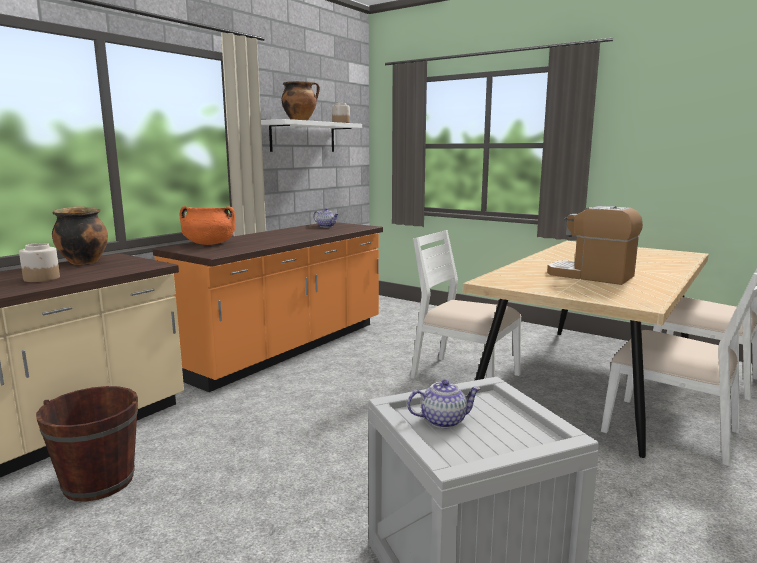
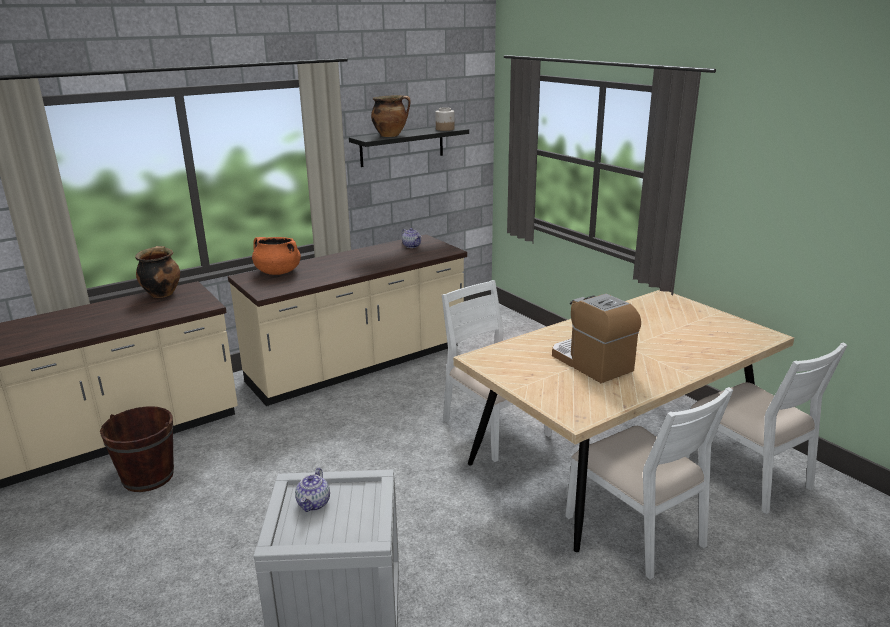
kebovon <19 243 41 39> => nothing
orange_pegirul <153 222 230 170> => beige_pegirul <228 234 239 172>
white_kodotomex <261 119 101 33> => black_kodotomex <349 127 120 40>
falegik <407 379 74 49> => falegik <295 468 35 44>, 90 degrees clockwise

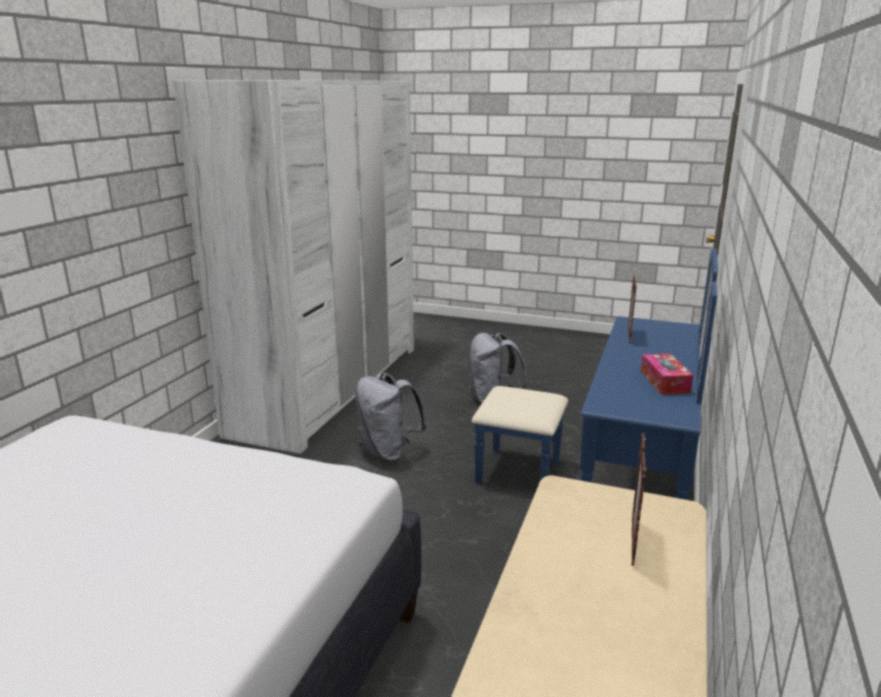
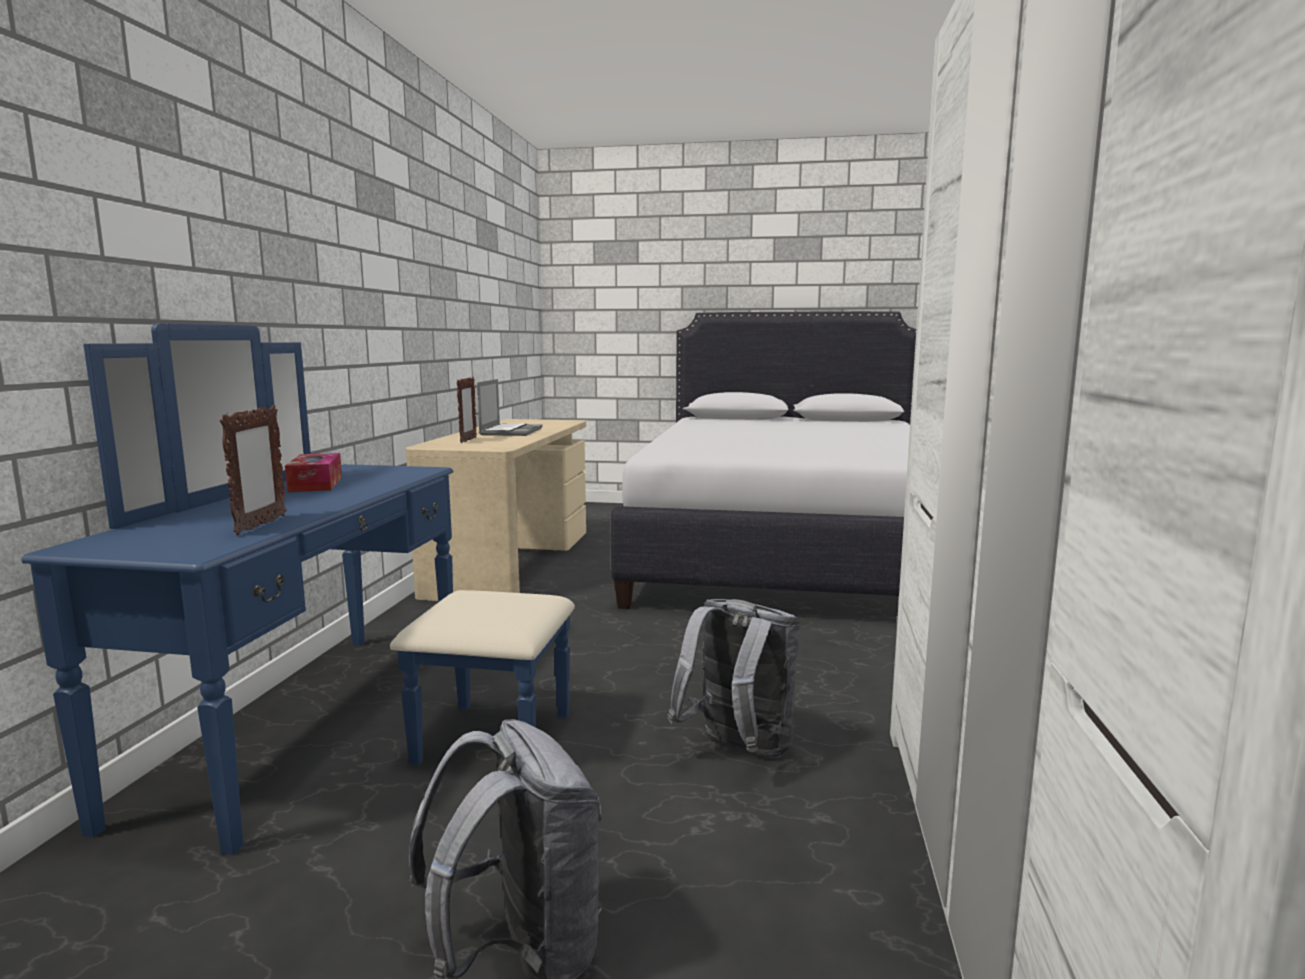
nothing => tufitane <477 379 66 57>

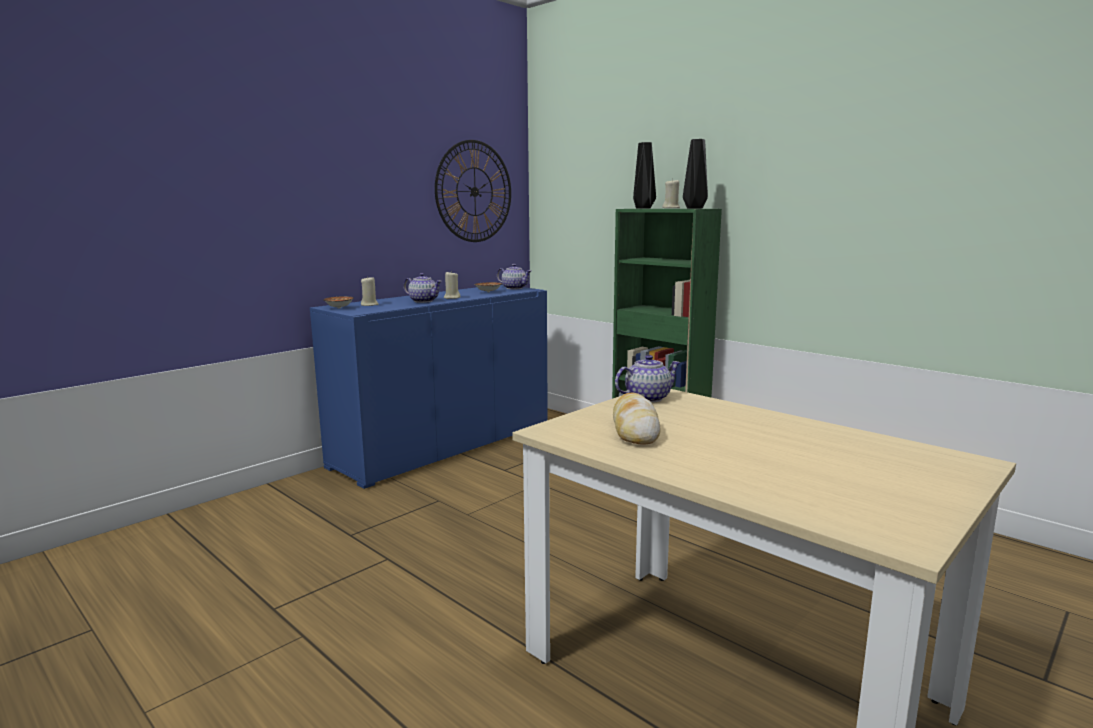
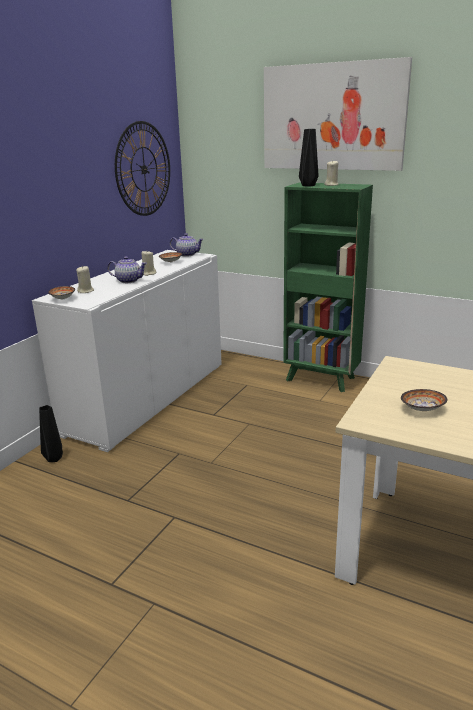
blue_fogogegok <310 285 238 204> => white_fogogegok <32 250 190 202>
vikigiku <613 393 47 52> => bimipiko <401 389 46 22>
falegik <615 355 66 48> => nothing
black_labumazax <683 139 25 70> => black_labumazax <39 405 24 57>, relocated
nothing => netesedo <264 57 148 114>

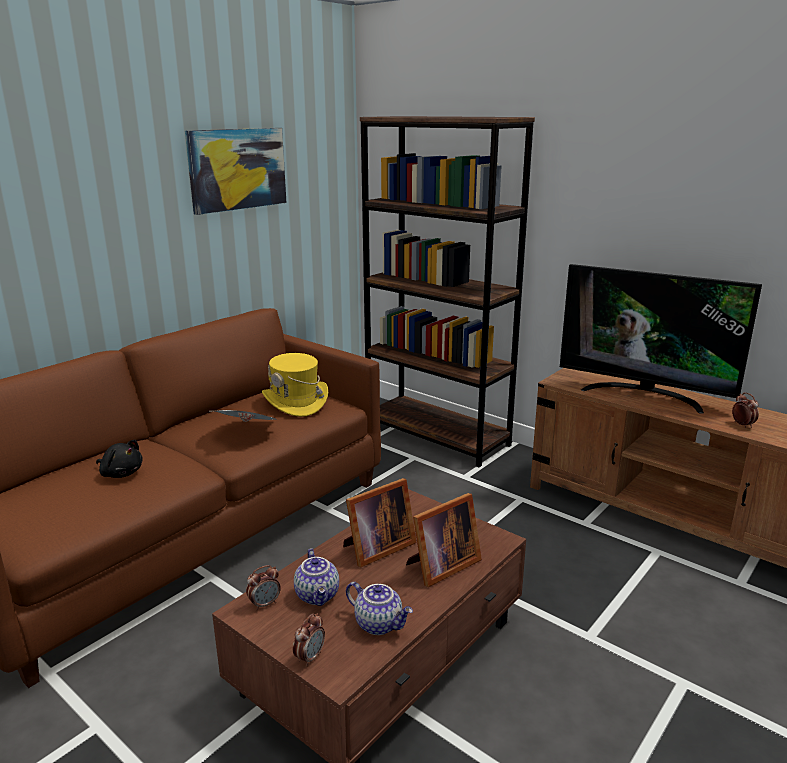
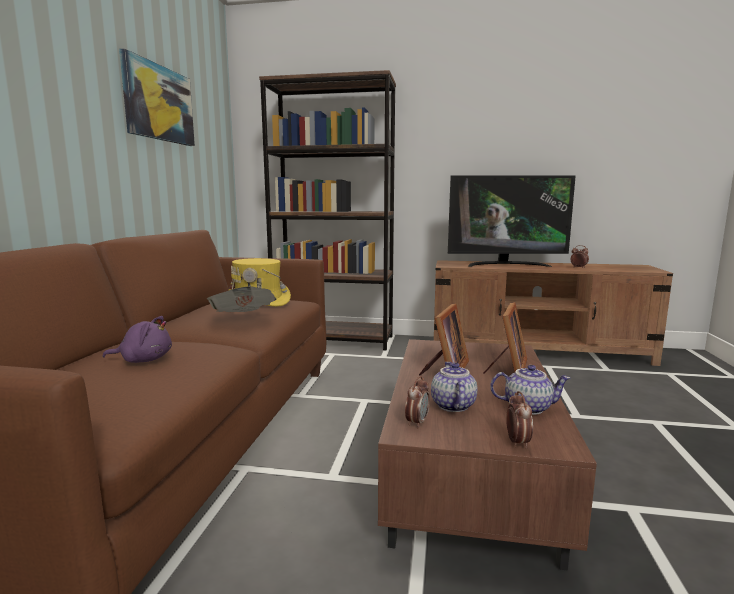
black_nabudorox <96 440 47 38> => purple_nabudorox <103 316 69 47>
falegik <294 548 45 58> => falegik <431 362 46 50>, 135 degrees counterclockwise

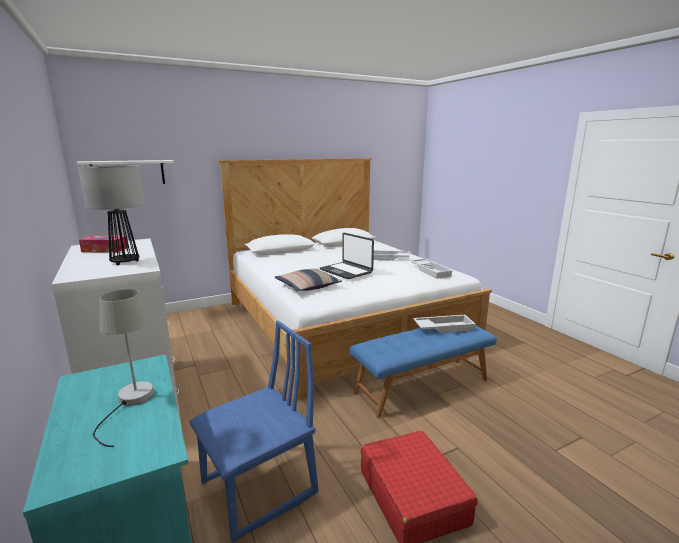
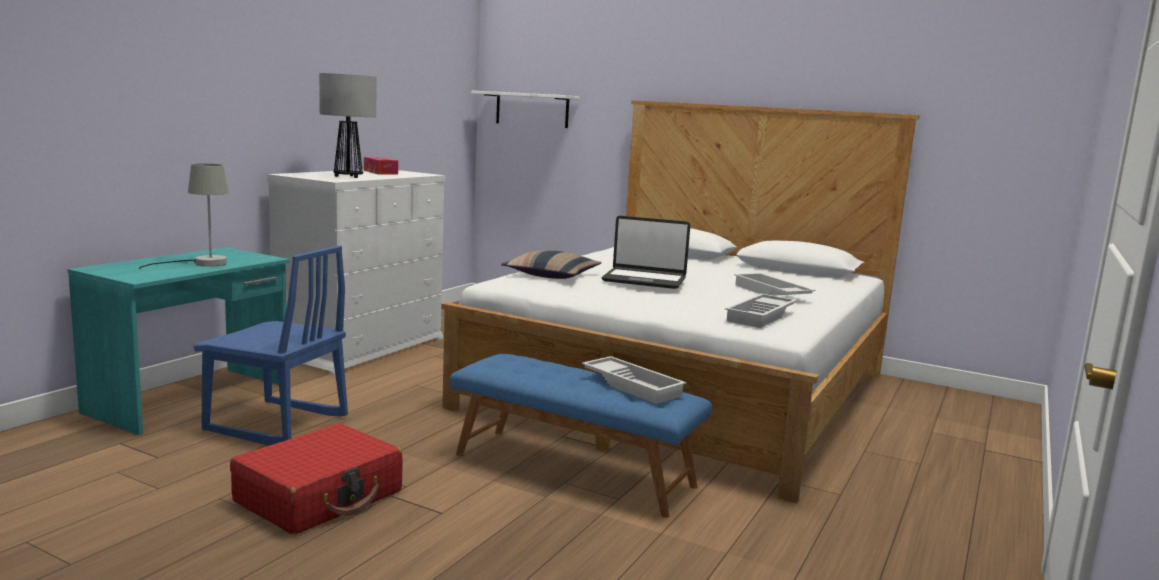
tufitane <320 233 54 46> => tufitane <601 216 89 73>, 90 degrees counterclockwise

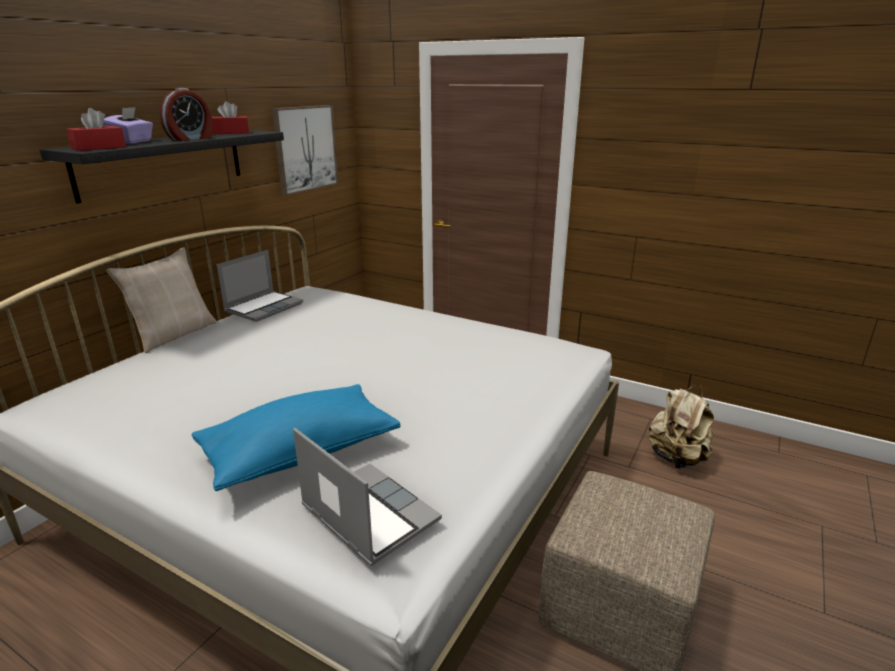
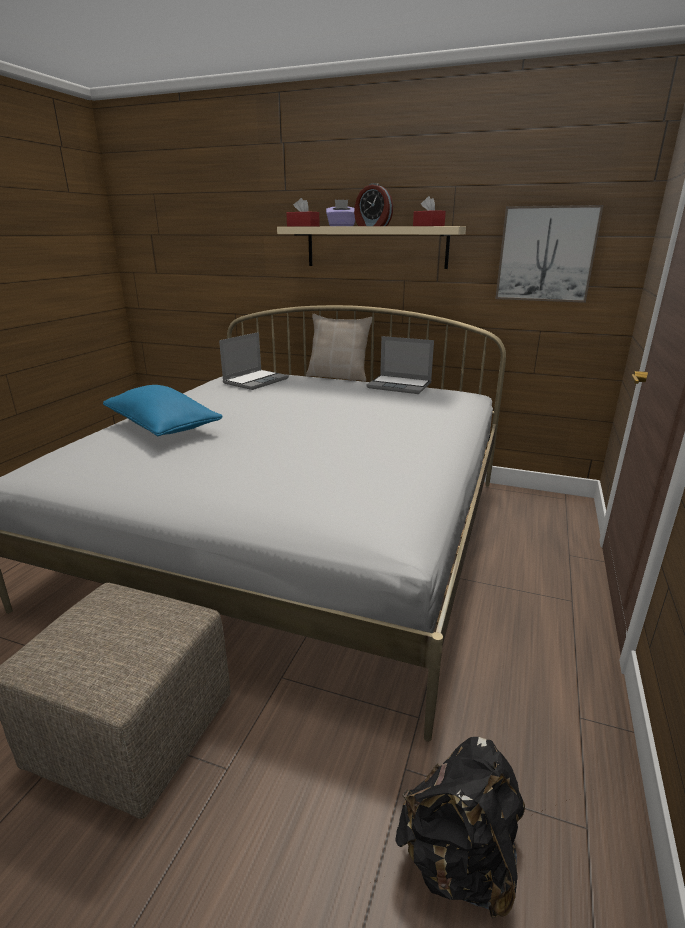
black_kodotomex <40 130 244 74> => beige_kodotomex <277 226 189 43>
tufitane <293 428 149 138> => tufitane <219 332 70 58>, relocated
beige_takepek <648 385 66 84> => black_takepek <395 737 130 181>

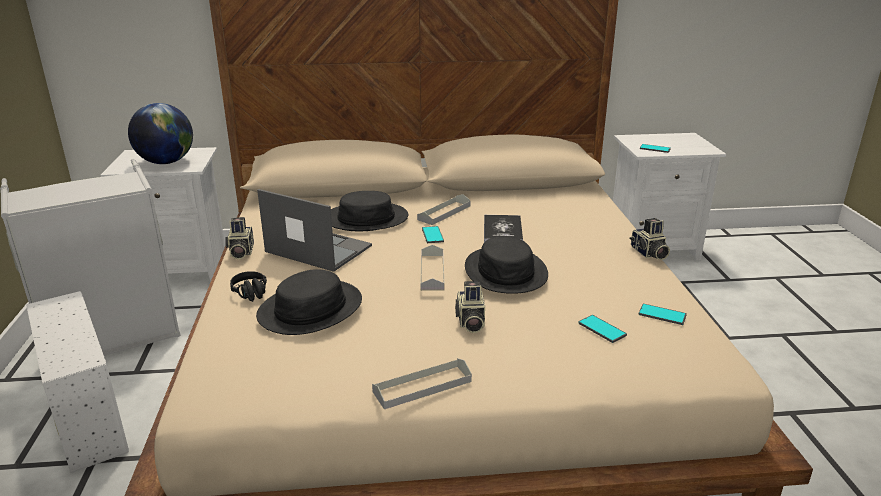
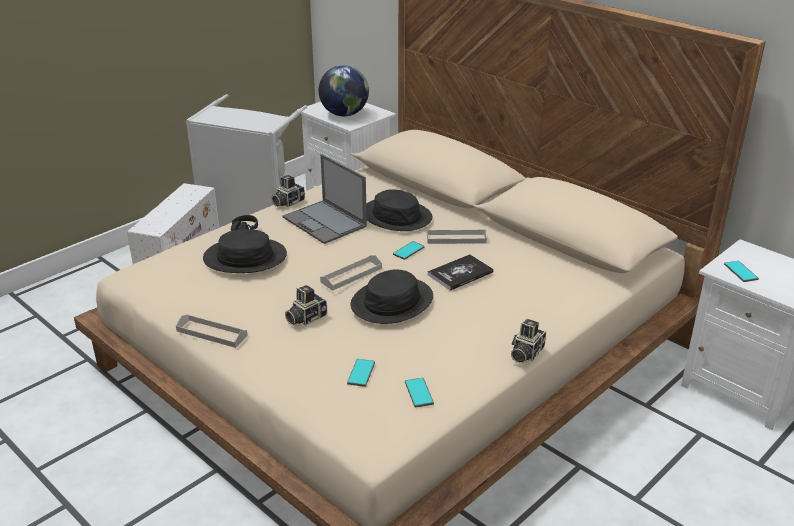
tufitane <257 189 115 83> => tufitane <283 154 84 90>, 150 degrees clockwise

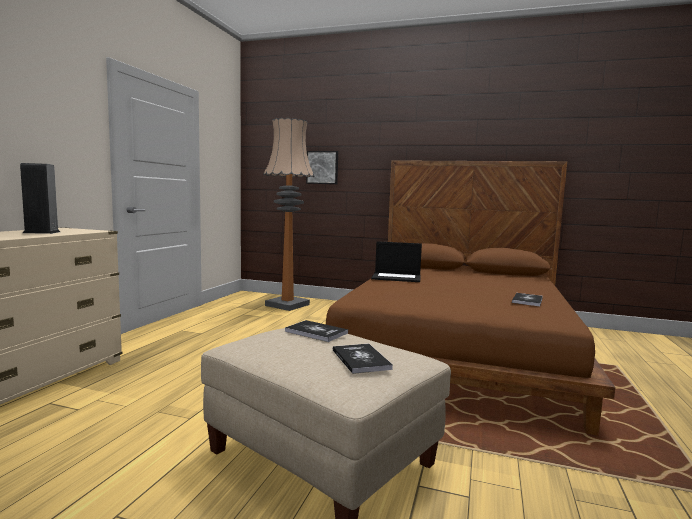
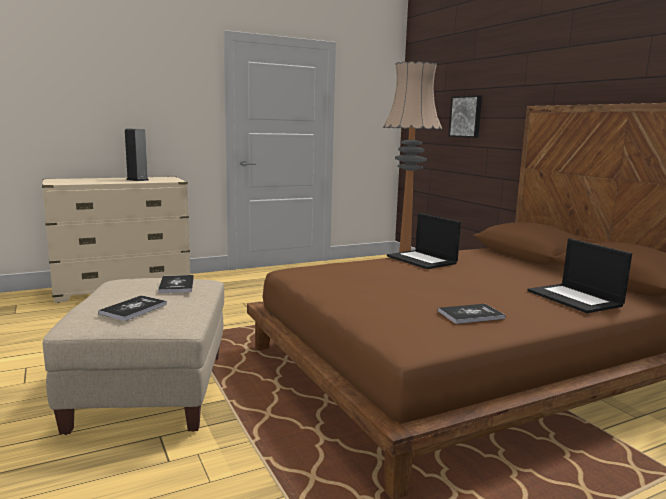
nothing => tufitane <527 238 105 75>

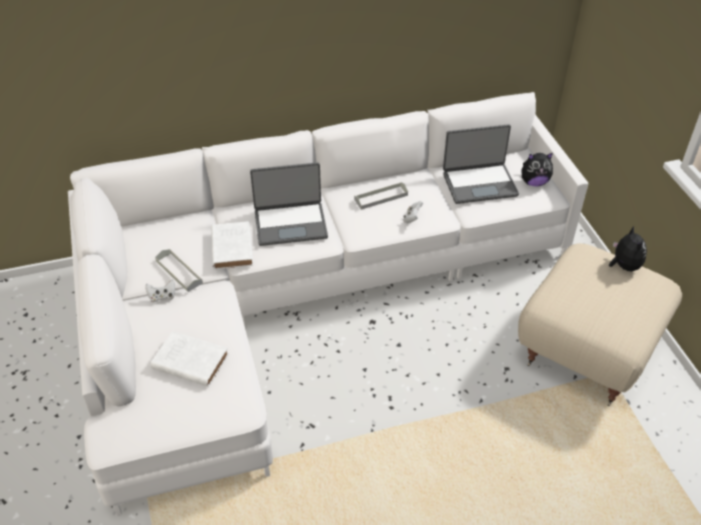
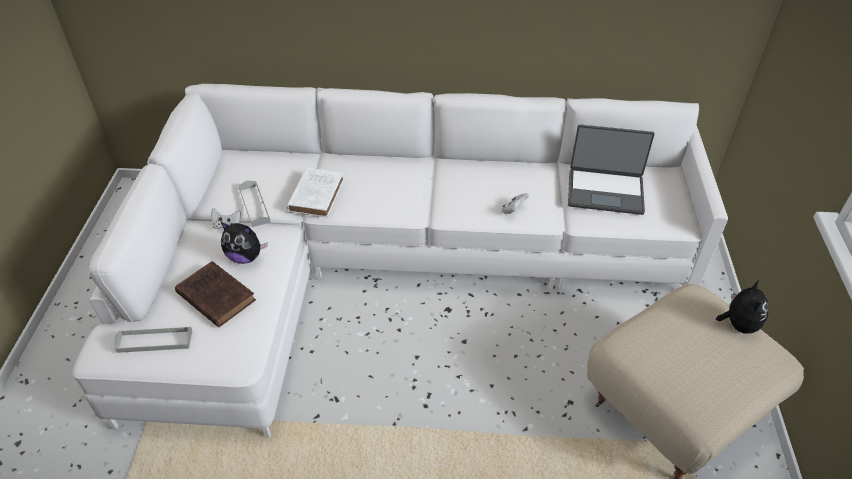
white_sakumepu <151 331 78 56> => brown_sakumepu <175 261 81 66>
tufitane <250 162 78 84> => nothing
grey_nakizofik <354 182 54 28> => grey_nakizofik <115 326 77 27>, relocated
nabudorox <522 153 31 33> => nabudorox <221 222 46 42>, relocated

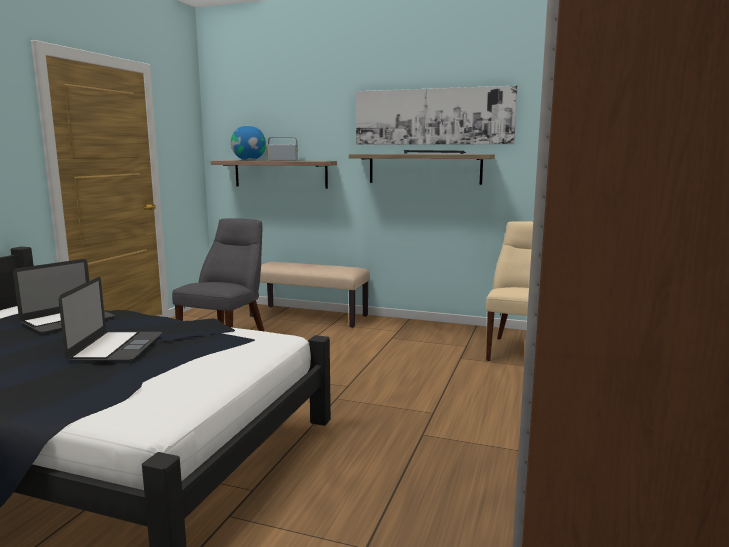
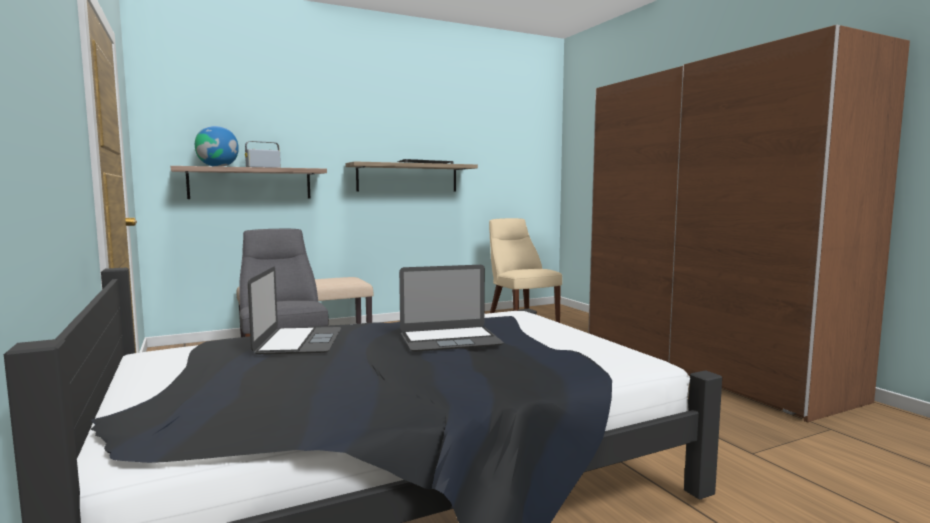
tufitane <58 277 104 84> => tufitane <399 265 105 87>, 120 degrees clockwise
netesedo <356 86 162 59> => nothing

